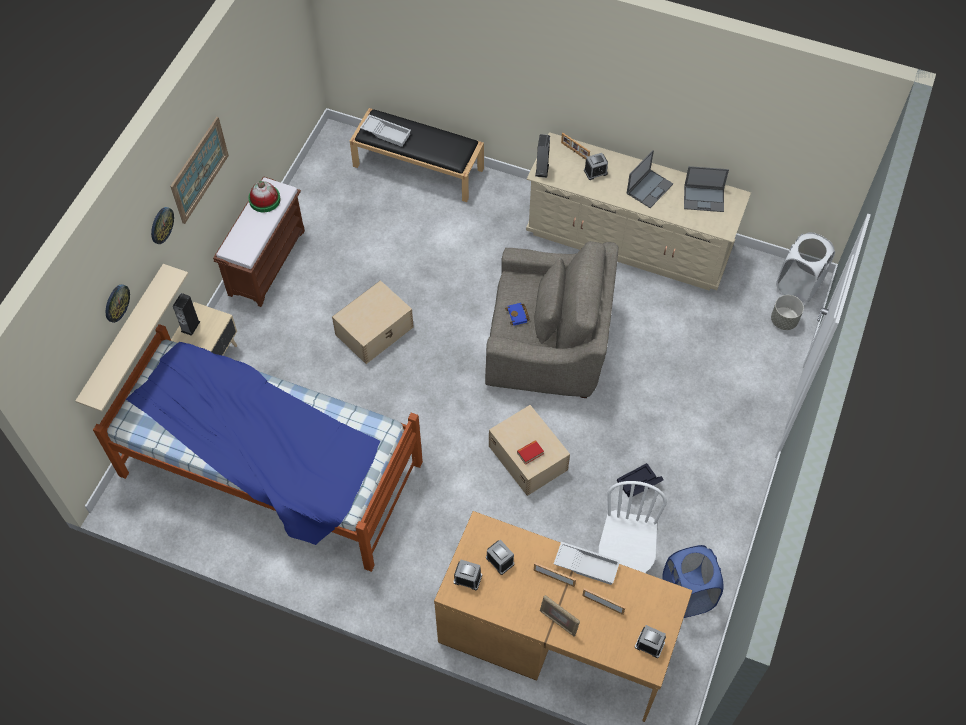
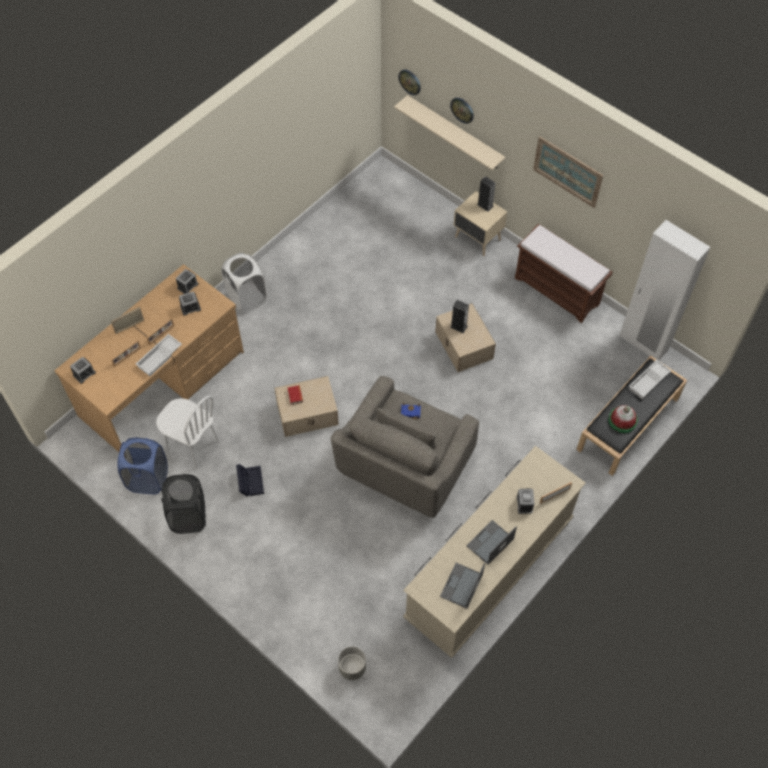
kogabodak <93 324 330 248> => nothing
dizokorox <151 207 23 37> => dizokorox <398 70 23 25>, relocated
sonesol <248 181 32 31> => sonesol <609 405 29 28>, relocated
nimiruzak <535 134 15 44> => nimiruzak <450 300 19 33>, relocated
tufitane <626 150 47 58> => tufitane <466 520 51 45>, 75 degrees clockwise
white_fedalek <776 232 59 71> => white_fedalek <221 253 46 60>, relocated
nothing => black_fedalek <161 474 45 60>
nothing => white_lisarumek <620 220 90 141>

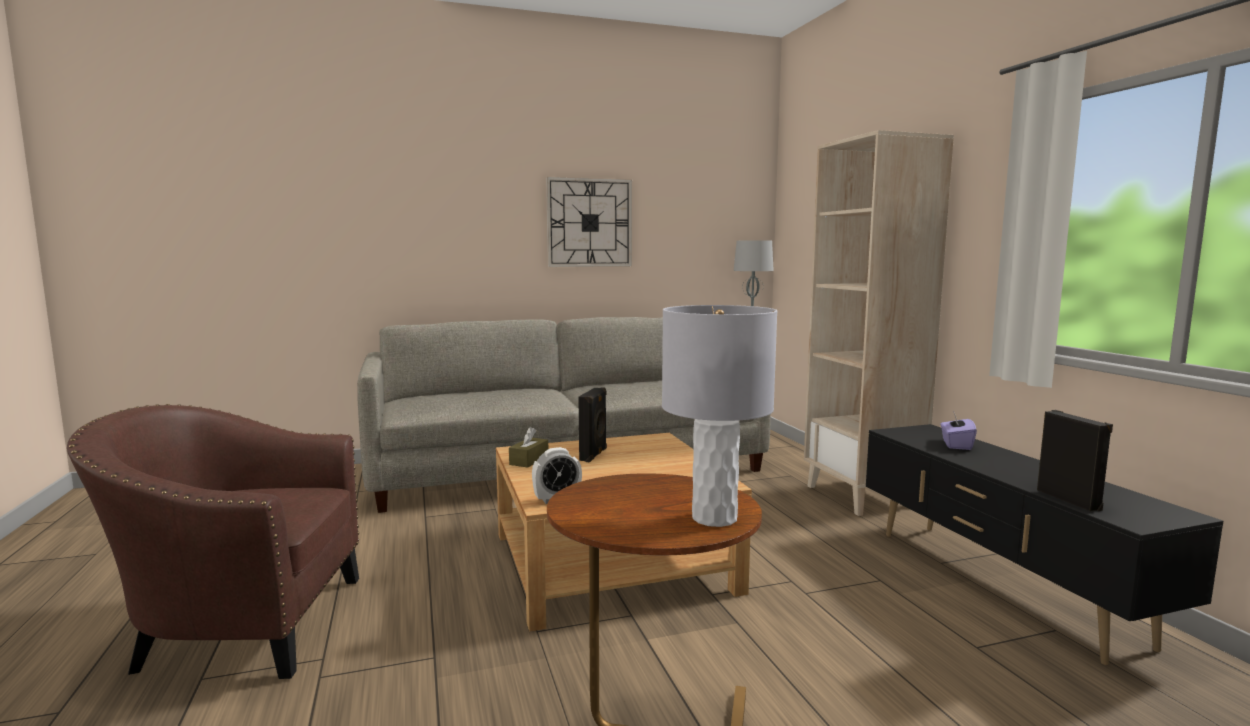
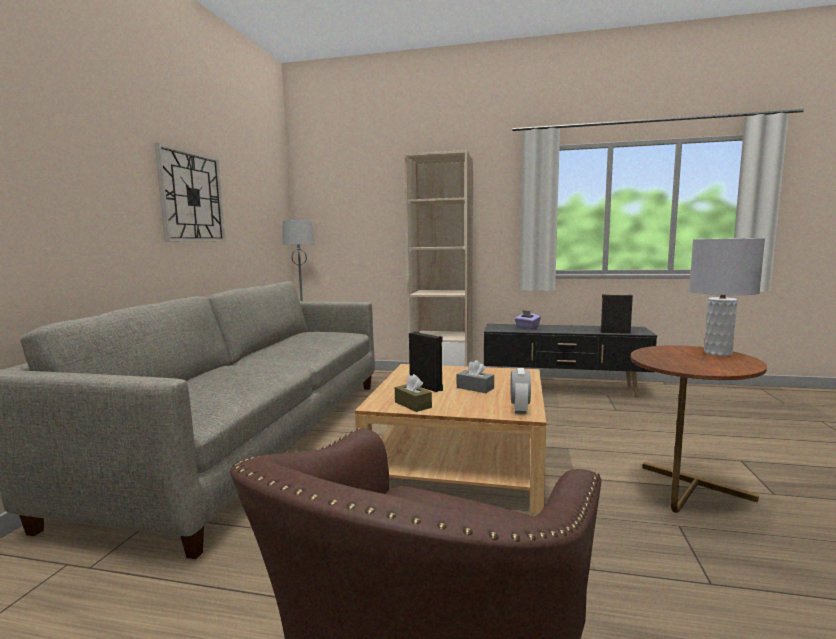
nothing => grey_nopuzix <457 360 37 33>

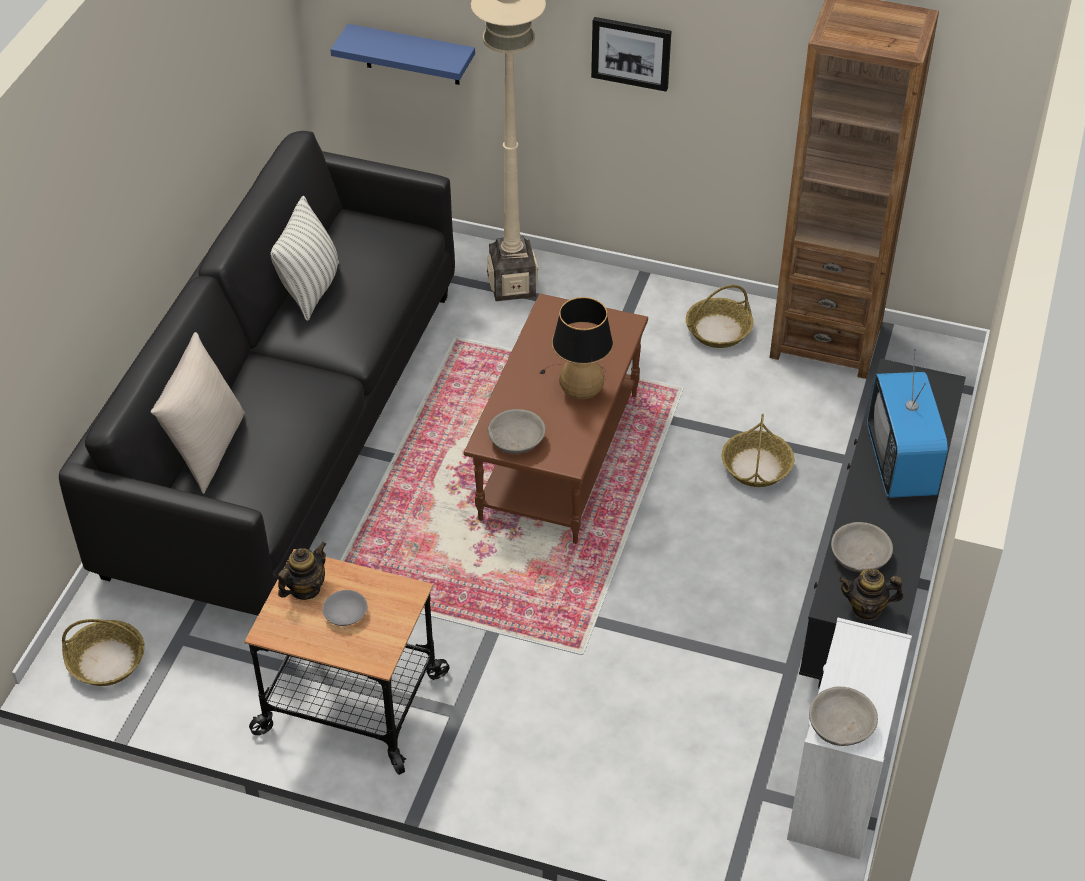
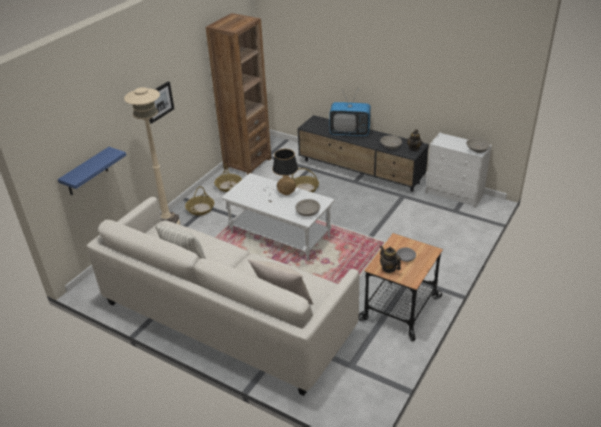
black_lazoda <59 131 396 485> => white_lazoda <86 197 273 199>
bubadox <62 619 83 67> => bubadox <185 186 29 30>, relocated
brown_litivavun <464 293 184 251> => white_litivavun <221 173 114 88>

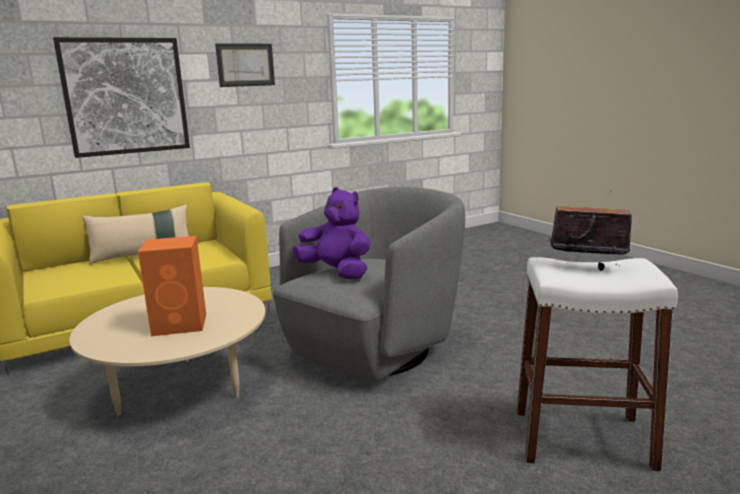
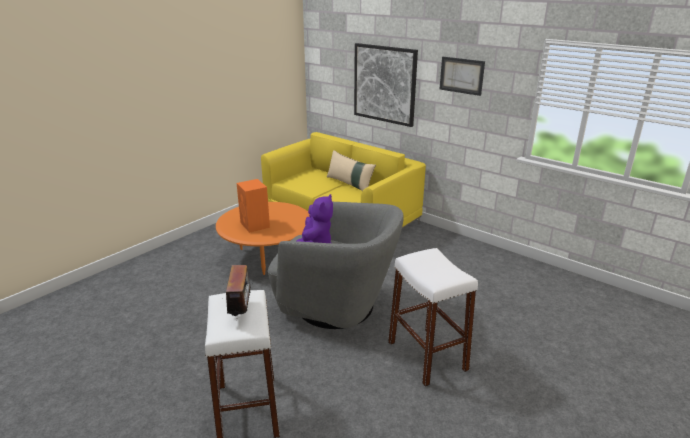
beige_litivavun <70 287 196 129> => orange_litivavun <216 202 93 73>
nothing => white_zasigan <388 248 90 138>

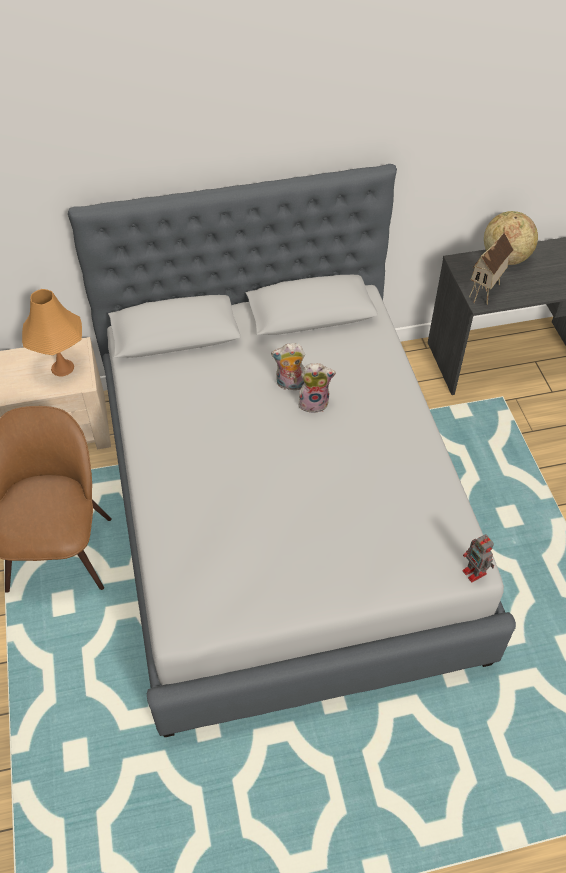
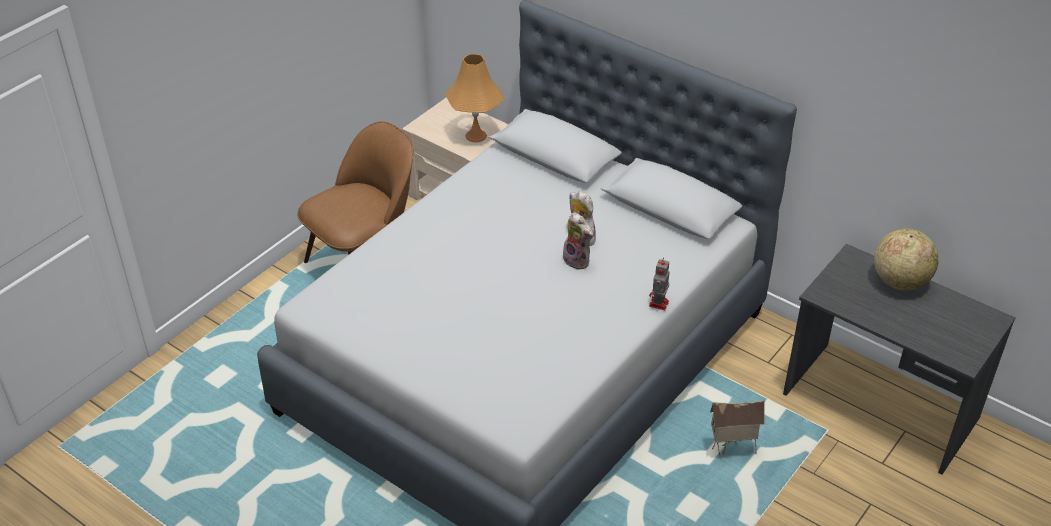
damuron <462 534 32 48> => damuron <649 257 20 53>, relocated
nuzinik <469 232 45 73> => nuzinik <710 400 55 60>, relocated

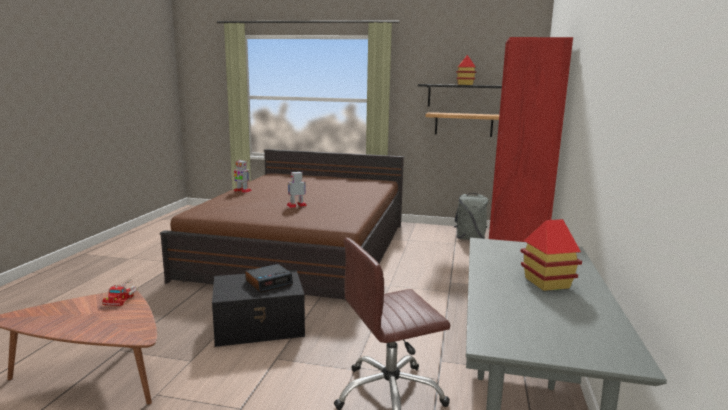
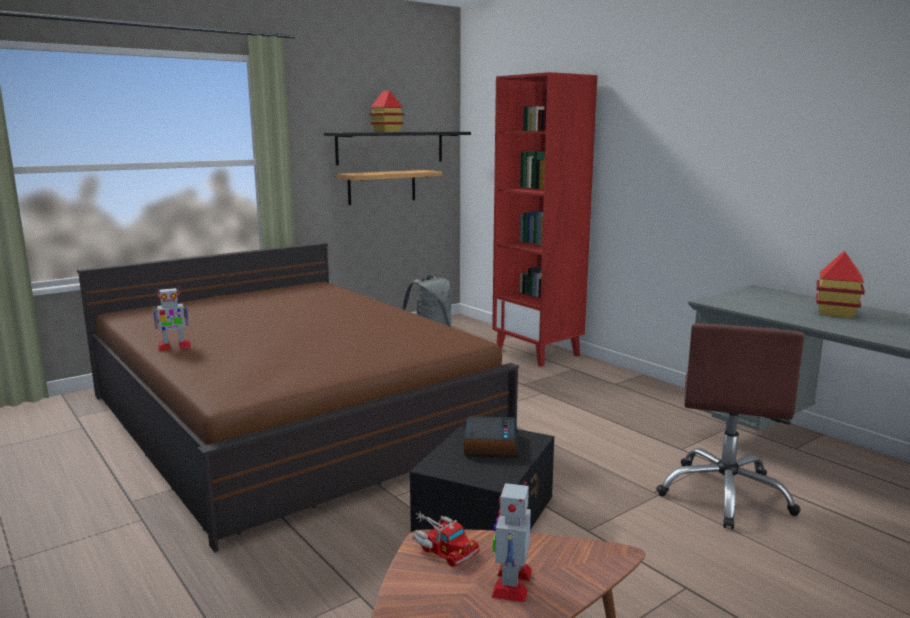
damuron <287 172 20 36> => damuron <491 482 41 121>, relocated

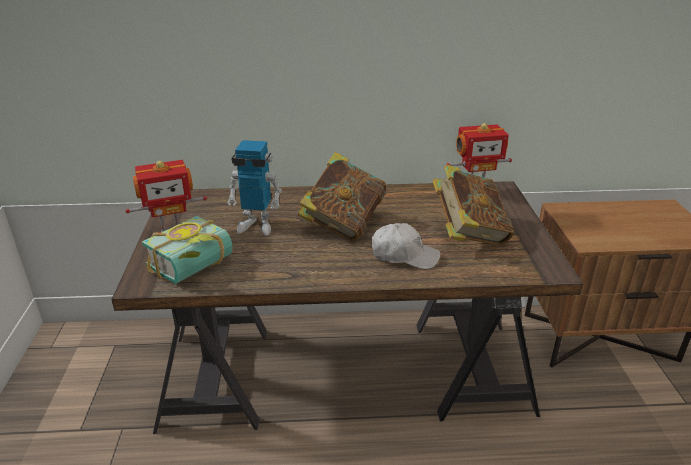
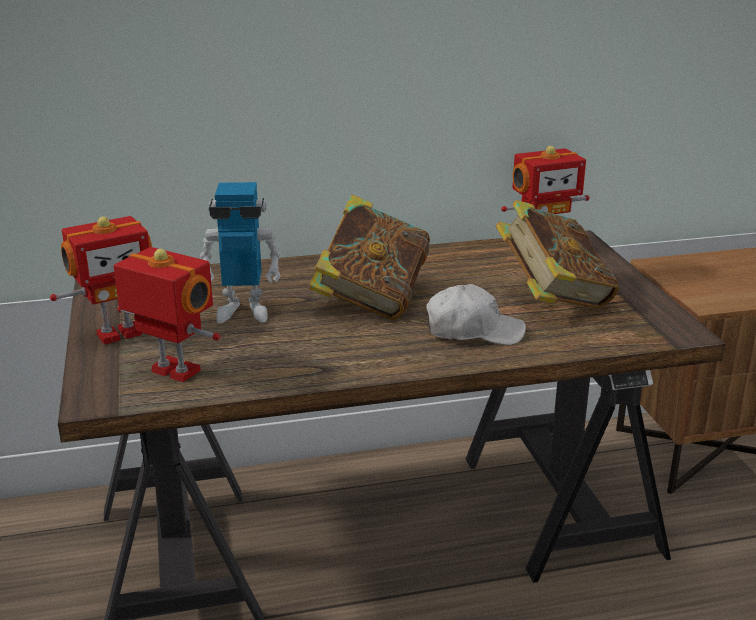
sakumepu <142 216 91 68> => damuron <113 247 107 135>

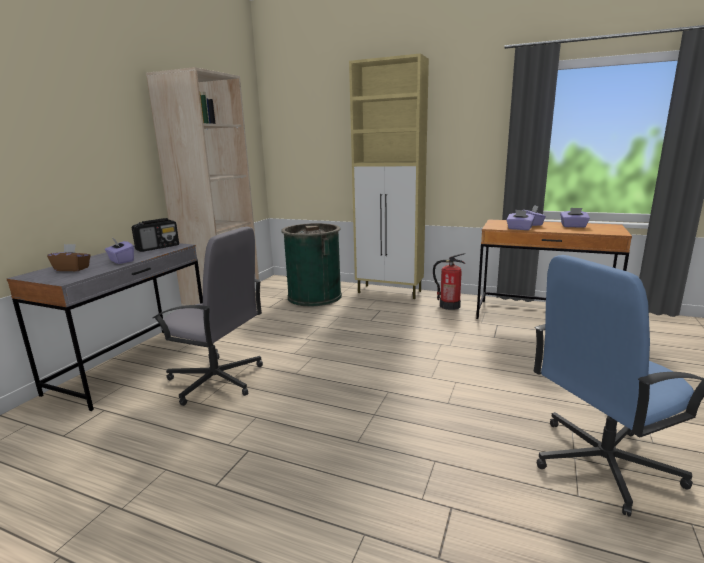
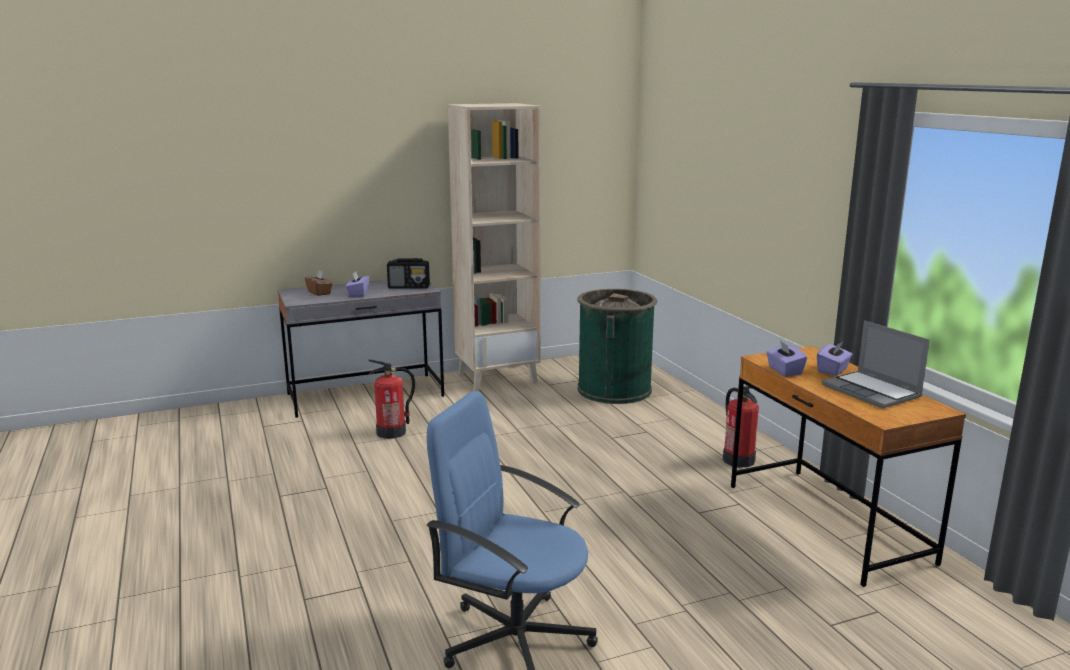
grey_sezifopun <153 227 110 179> => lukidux <369 360 46 79>
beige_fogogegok <349 53 80 246> => nothing
purple_nopuzix <560 208 30 20> => tufitane <822 320 108 89>

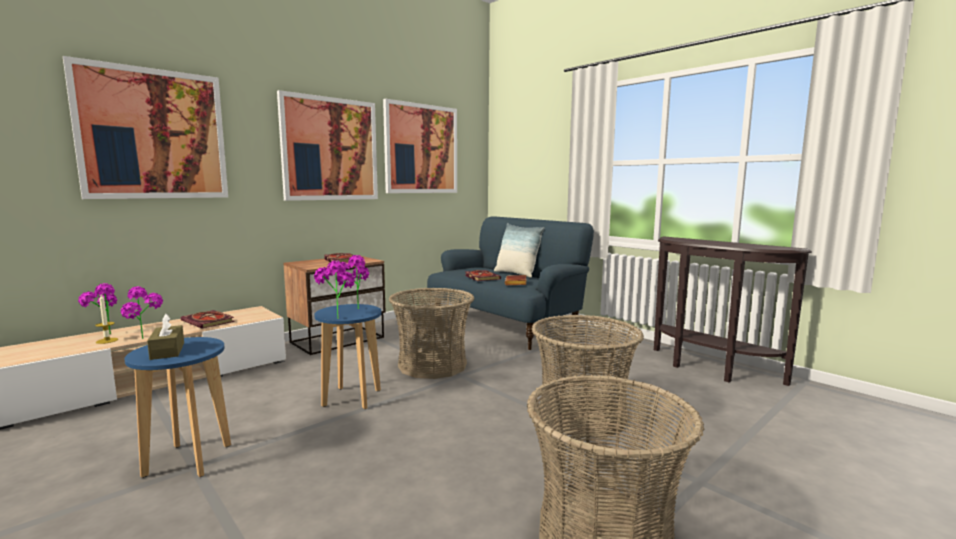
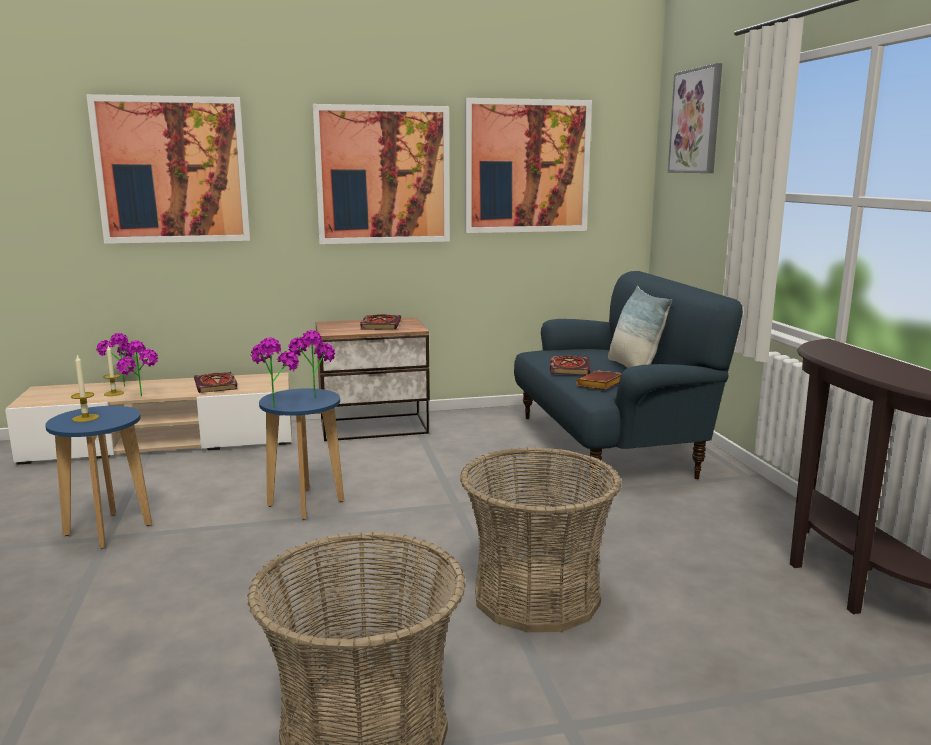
brown_nopuzix <147 314 37 46> => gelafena <71 355 28 67>
bubadox <389 288 85 91> => nothing
nothing => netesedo <668 63 54 110>

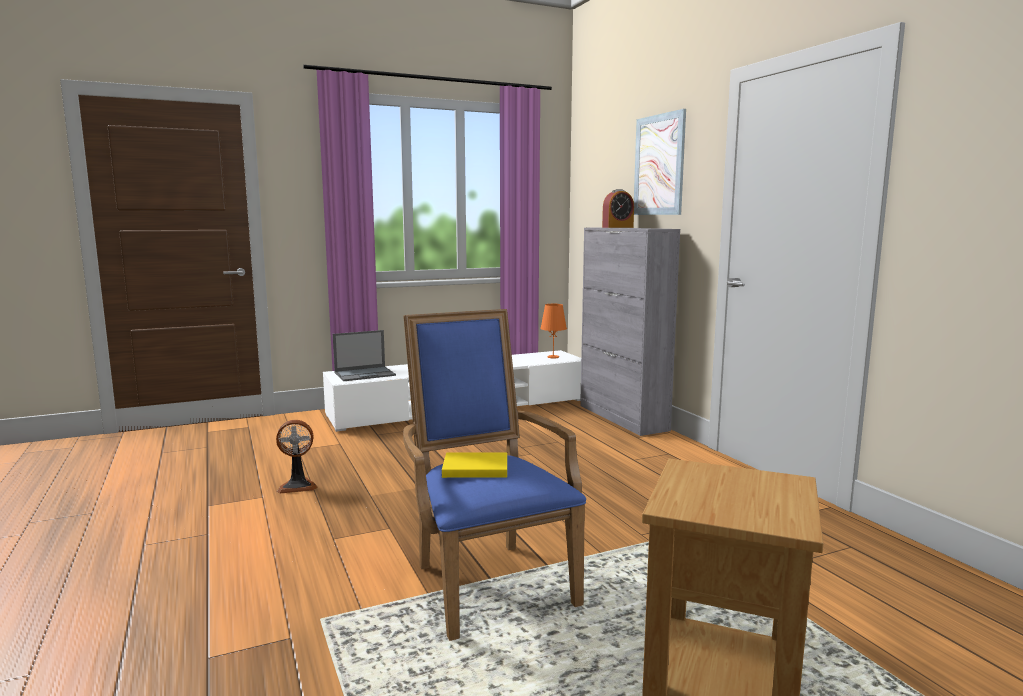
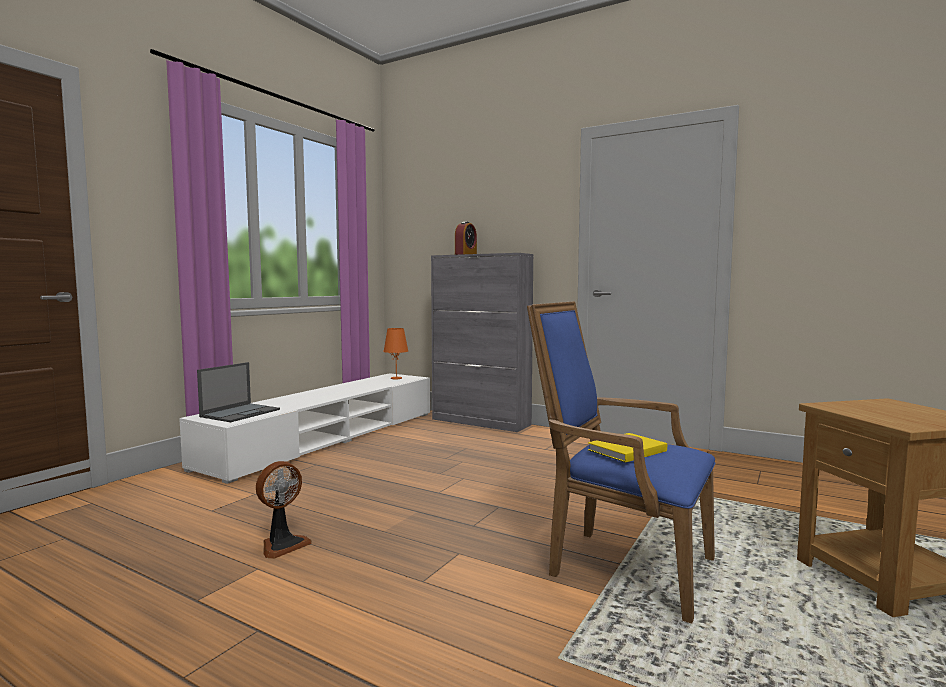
netesedo <634 109 52 106> => nothing

